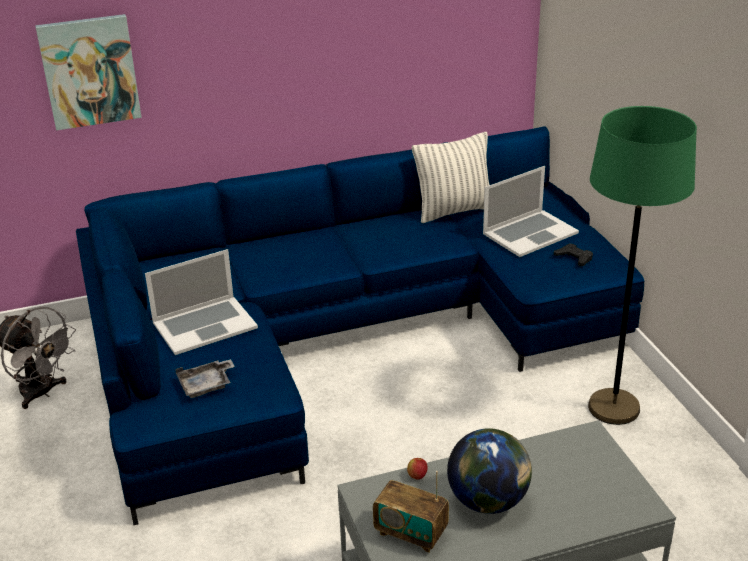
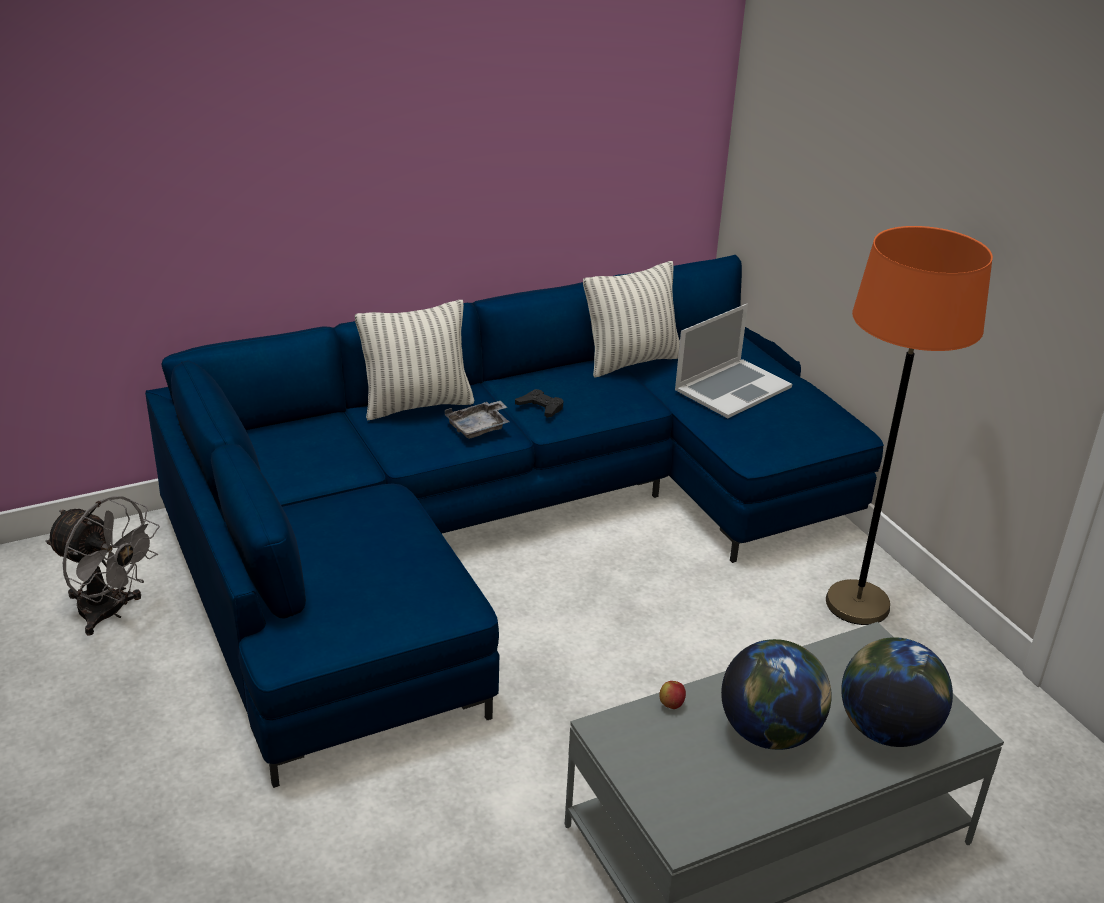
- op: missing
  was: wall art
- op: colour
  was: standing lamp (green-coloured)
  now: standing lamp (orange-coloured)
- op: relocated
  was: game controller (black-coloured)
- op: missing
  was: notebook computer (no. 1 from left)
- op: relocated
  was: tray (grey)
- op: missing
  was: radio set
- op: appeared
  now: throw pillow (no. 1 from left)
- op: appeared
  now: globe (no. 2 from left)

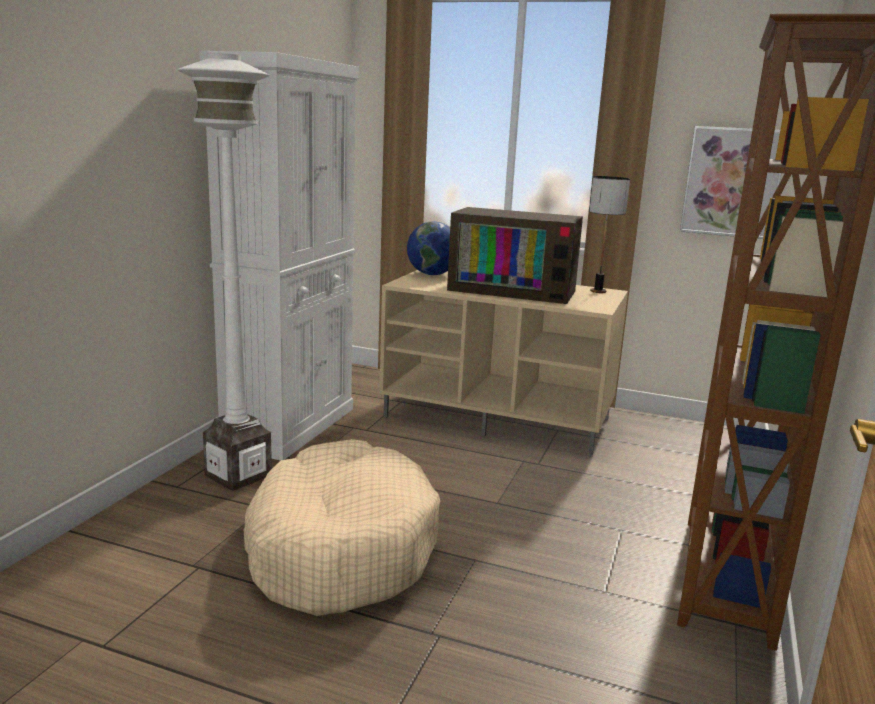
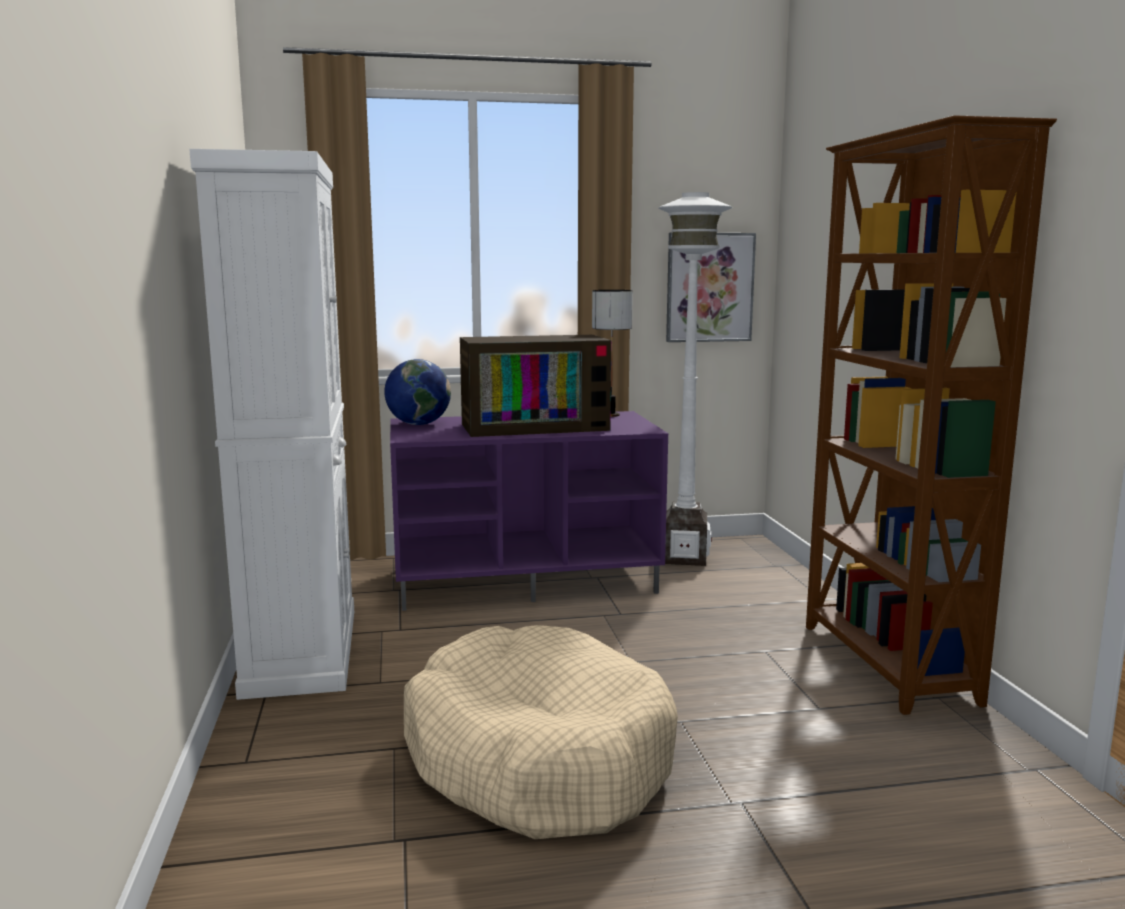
- op: relocated
  was: standing lamp (white-coloured)
- op: colour
  was: media console (beige-coloured)
  now: media console (purple)

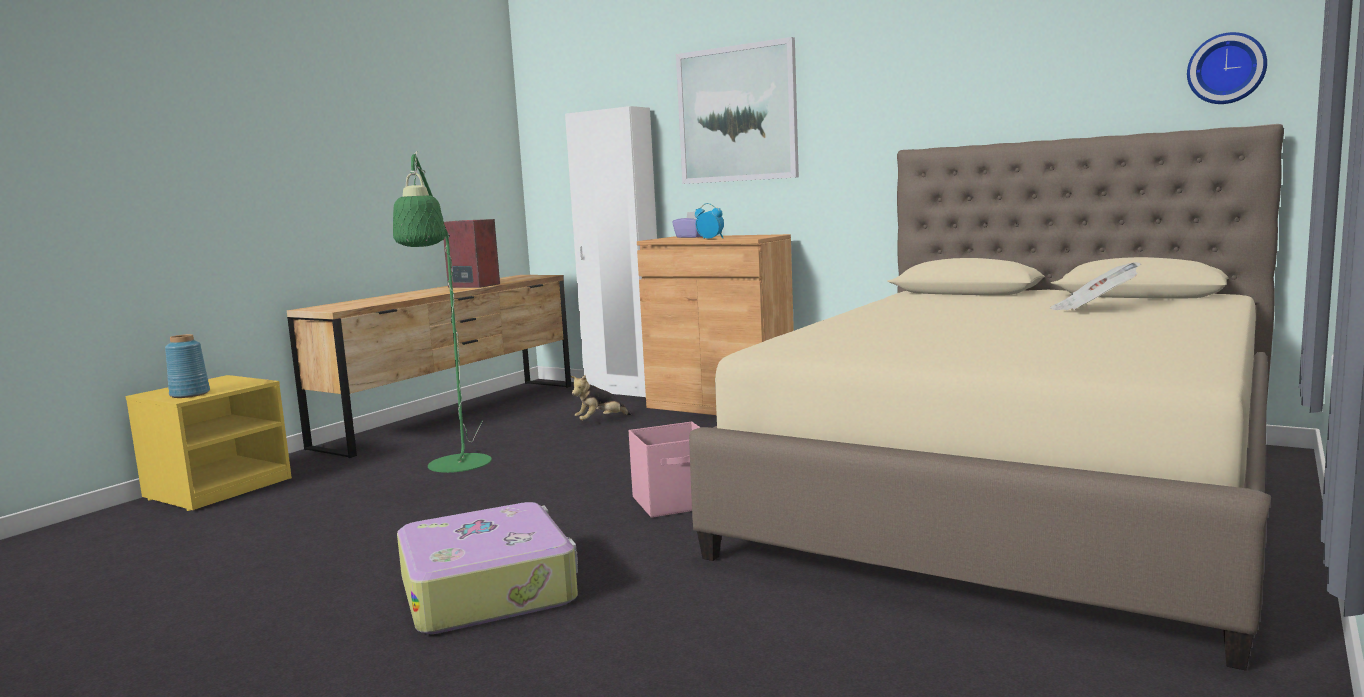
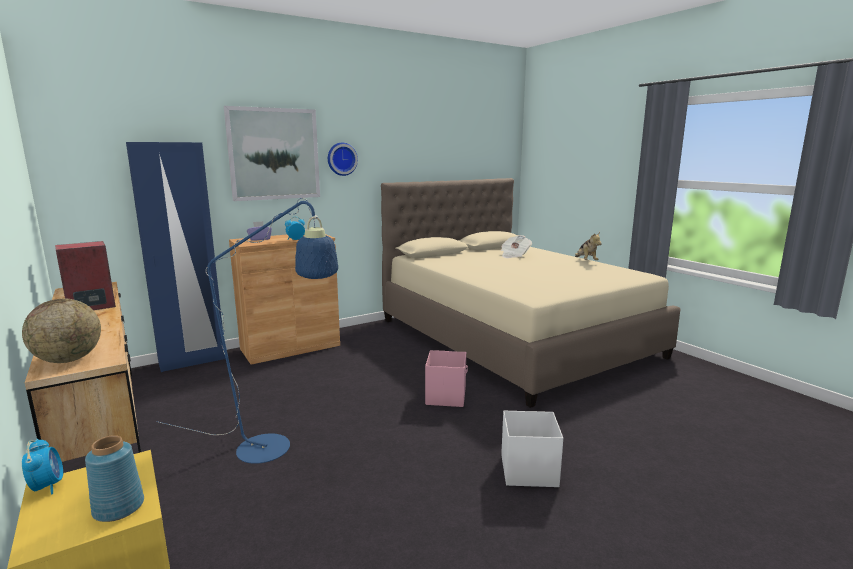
- op: relocated
  was: hanging clock
- op: colour
  was: wardrobe (white-coloured)
  now: wardrobe (blue-coloured)
- op: colour
  was: standing lamp (green-coloured)
  now: standing lamp (blue-coloured)
- op: relocated
  was: cuddly toy
- op: exchanged
  was: suitcase
  now: storage box (white-coloured)
- op: appeared
  now: globe
- op: appeared
  now: alarm clock (no. 1 from left)

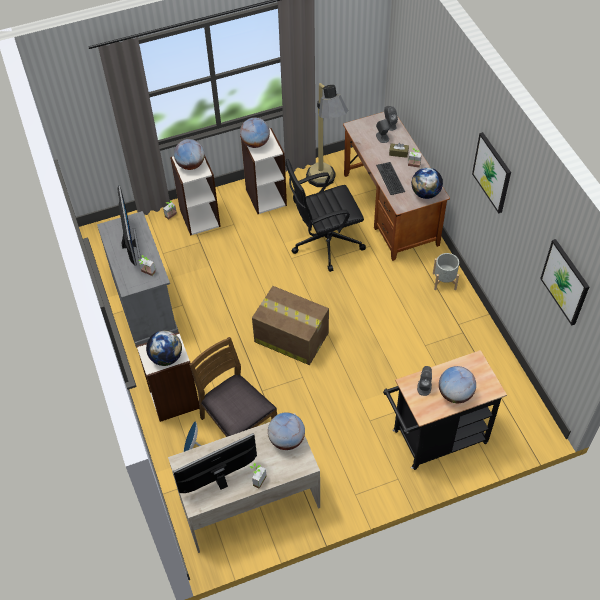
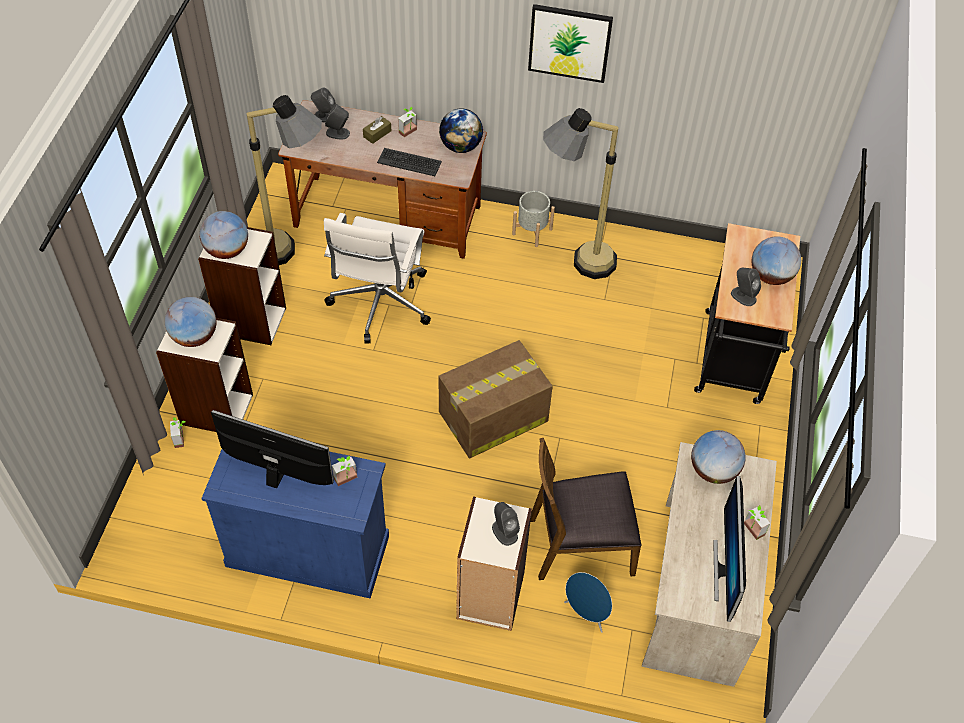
- op: colour
  was: computer chair (black-coloured)
  now: computer chair (white-coloured)
- op: colour
  was: cupboard (grey)
  now: cupboard (blue-coloured)
- op: missing
  was: wall art (no. 2 from left)
- op: exchanged
  was: globe (no. 1 from left)
  now: audio speaker (grey) (no. 3 from left)
- op: appeared
  now: standing lamp (no. 2 from left)

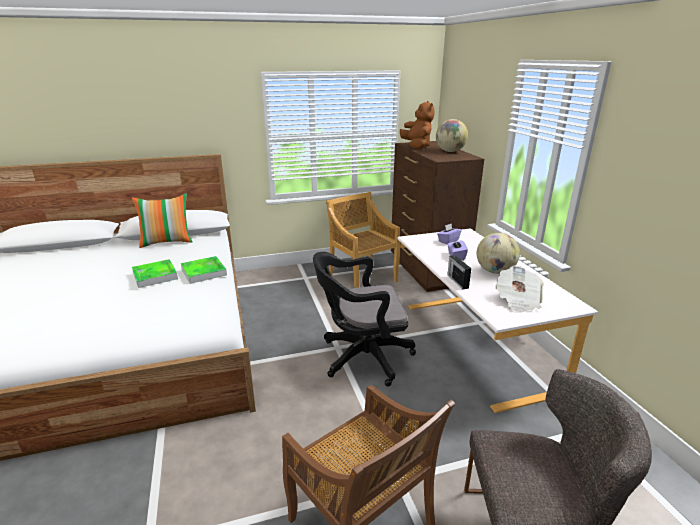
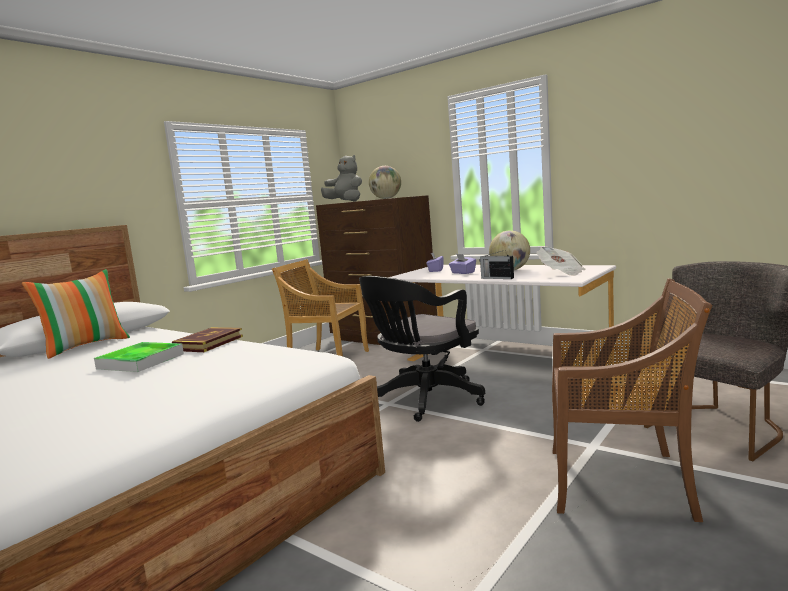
- op: colour
  was: cuddly toy (brownish)
  now: cuddly toy (grey)
- op: exchanged
  was: tray (no. 2 from left)
  now: volume

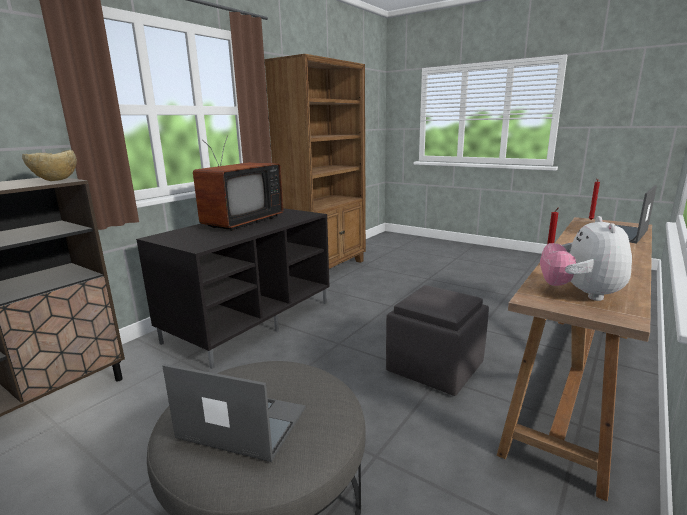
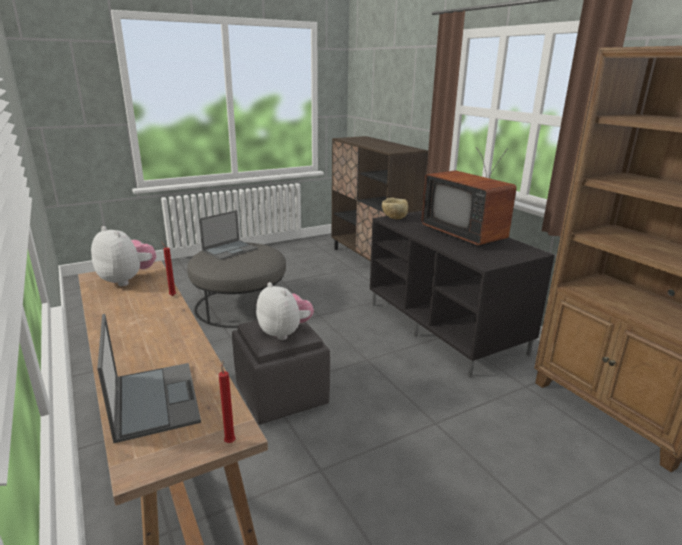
- op: relocated
  was: serving bowl (beige-coloured)
- op: appeared
  now: cuddly toy (no. 2 from left)

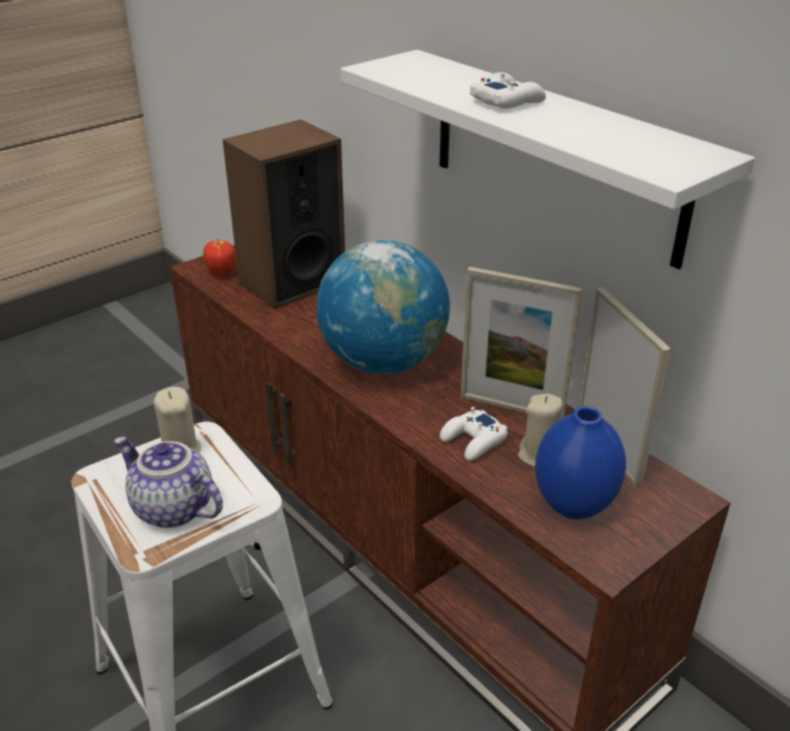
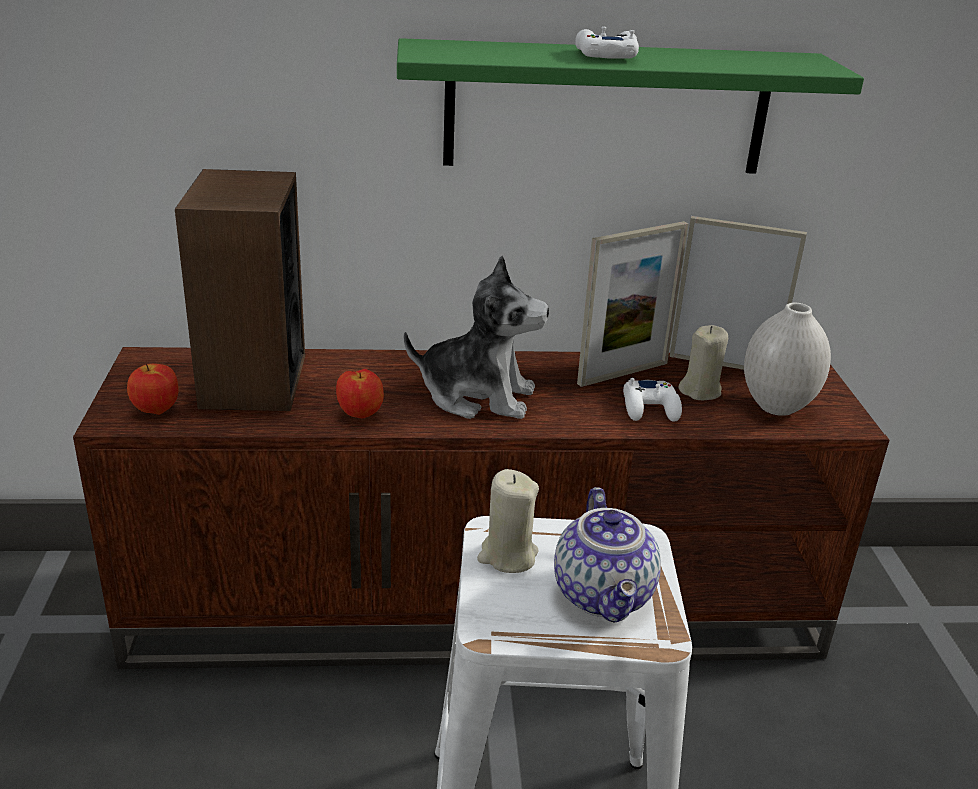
- op: colour
  was: bracket shelf (white-coloured)
  now: bracket shelf (green-coloured)
- op: exchanged
  was: globe
  now: cuddly toy
- op: colour
  was: decorative vase (blue-coloured)
  now: decorative vase (white-coloured)
- op: spun
  was: pot for tea
  clockwise: -75
- op: appeared
  now: whole apple (no. 2 from left)

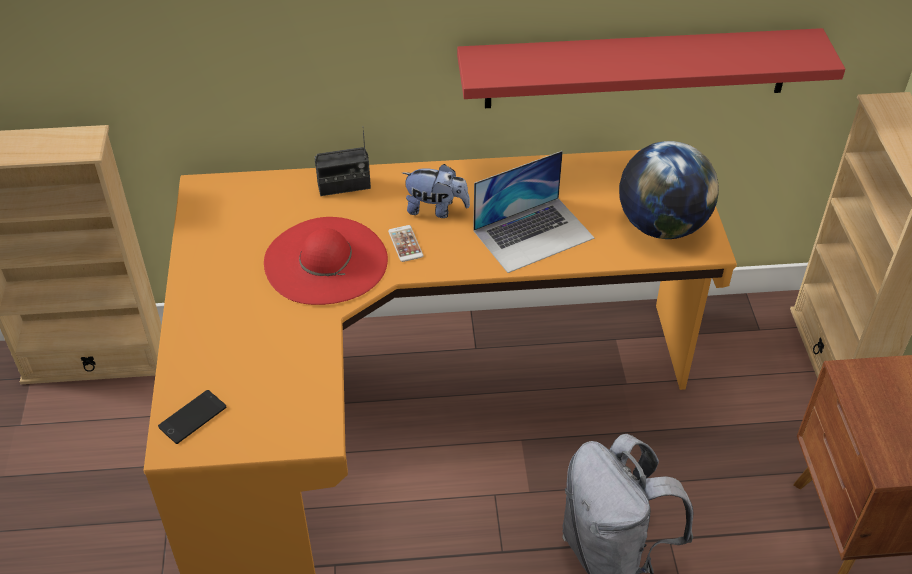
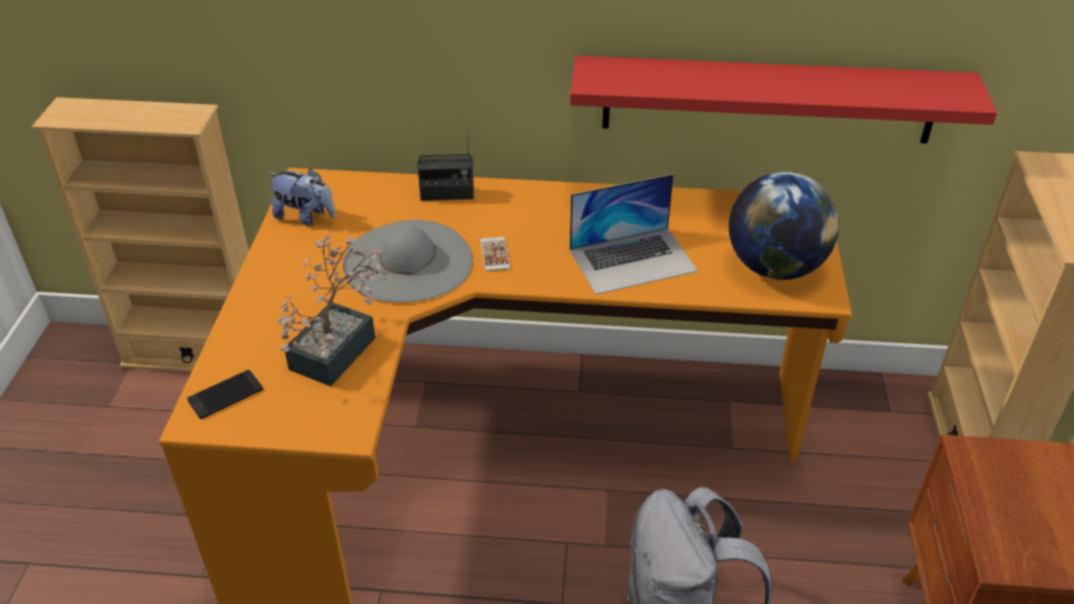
- op: relocated
  was: cuddly toy
- op: colour
  was: wearable hat (red)
  now: wearable hat (grey)
- op: appeared
  now: potted plant

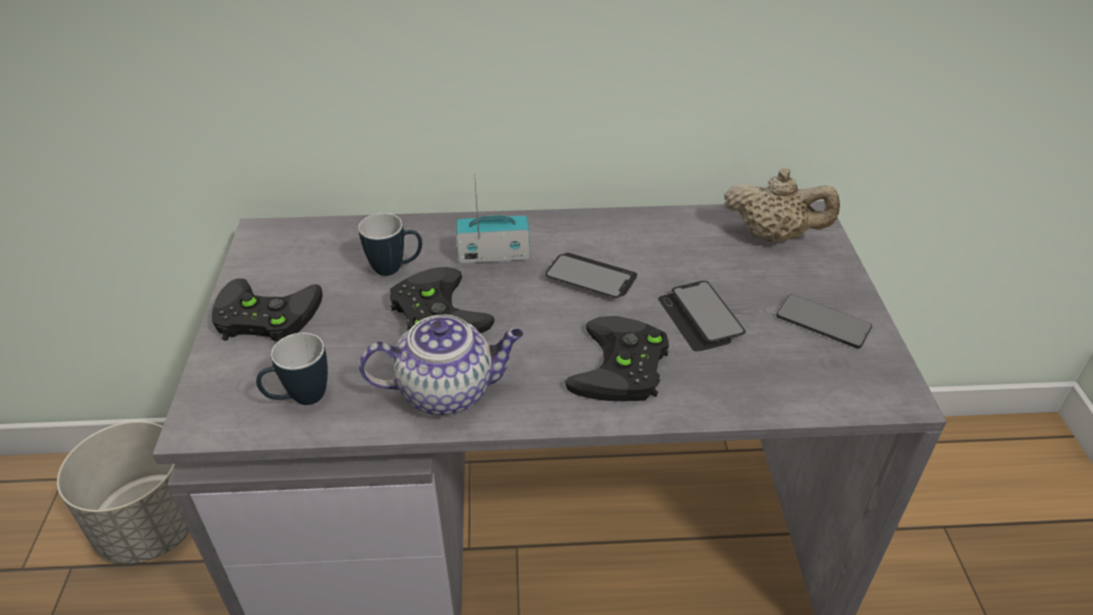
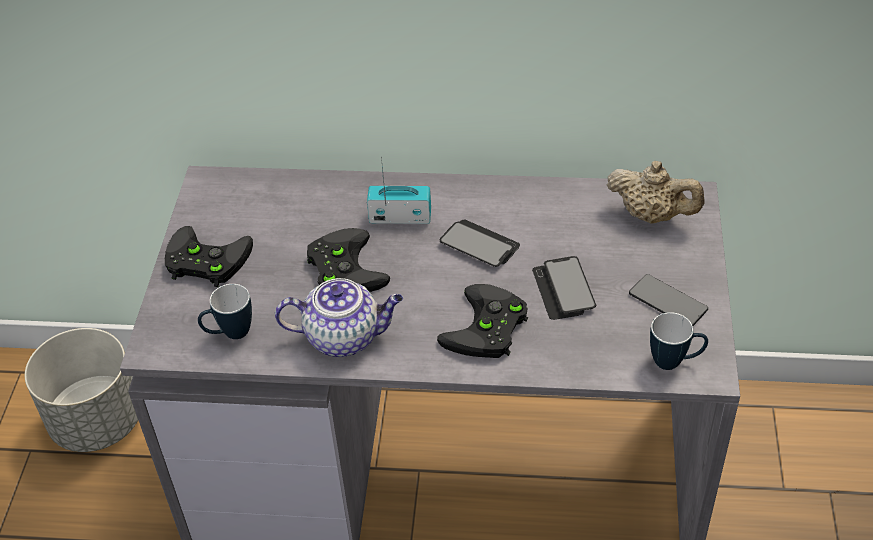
- op: relocated
  was: tea mug (no. 2 from left)

